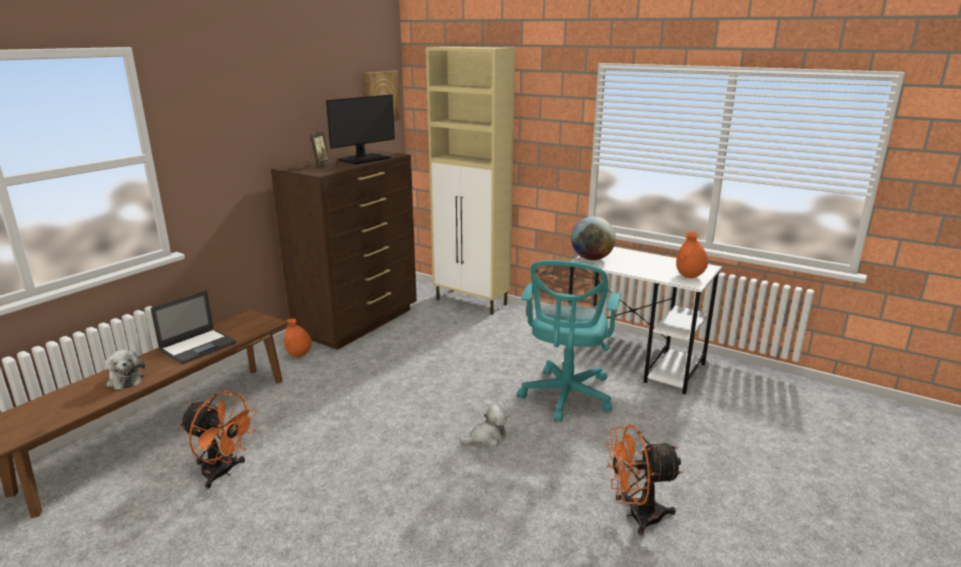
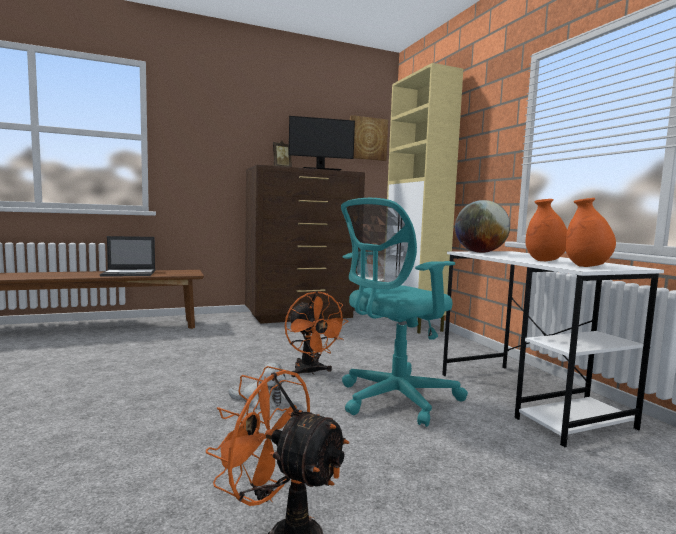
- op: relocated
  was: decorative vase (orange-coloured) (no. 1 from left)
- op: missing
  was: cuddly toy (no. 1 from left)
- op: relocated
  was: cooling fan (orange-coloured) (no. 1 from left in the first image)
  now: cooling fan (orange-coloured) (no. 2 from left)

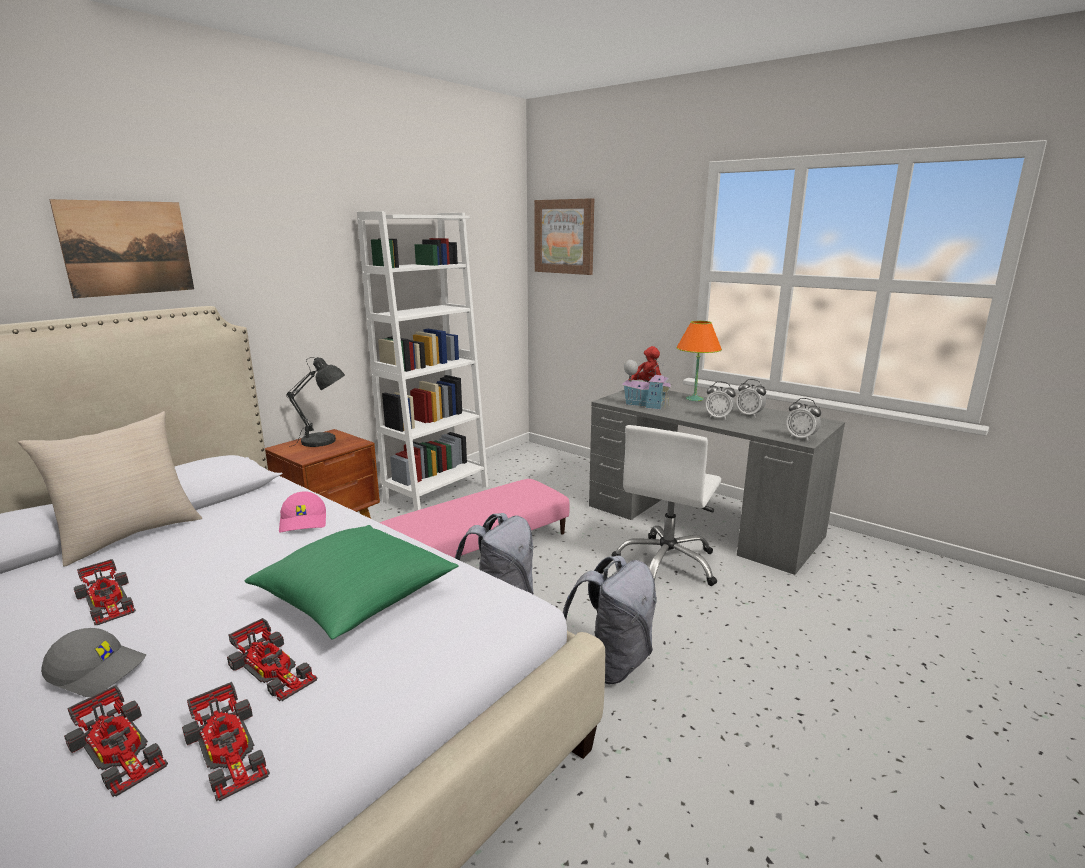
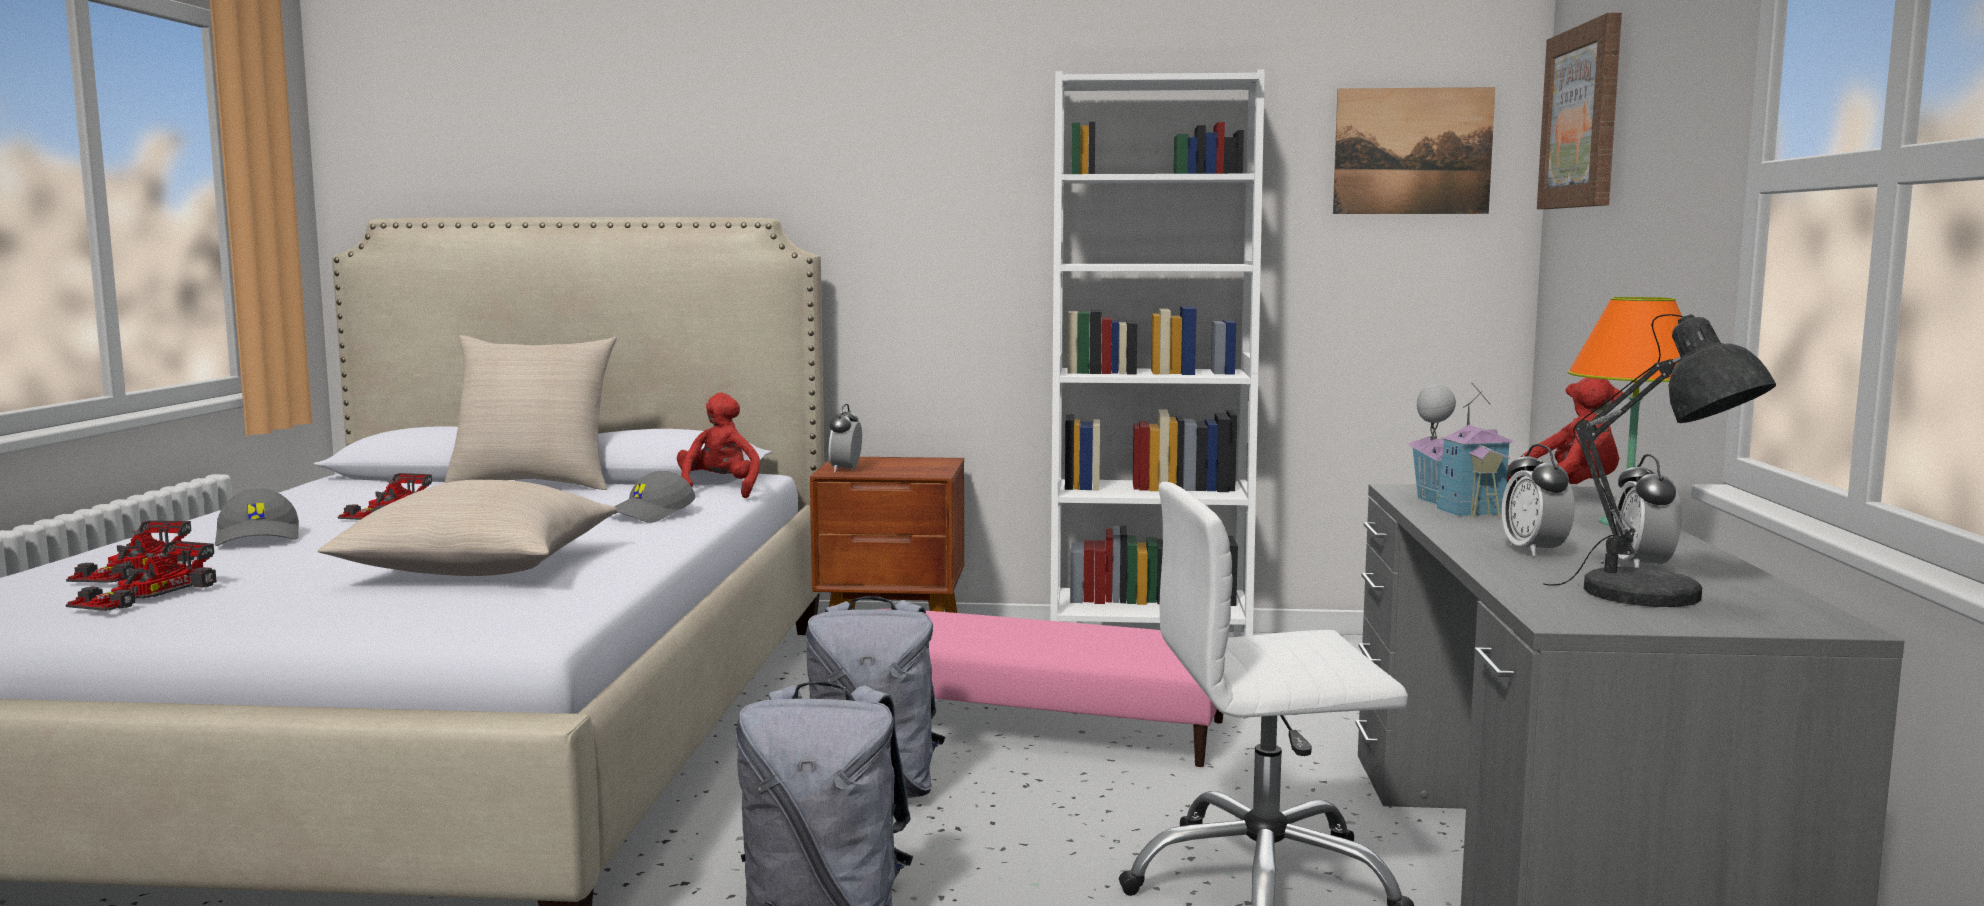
- op: relocated
  was: wall art (no. 1 from left)
- op: relocated
  was: table lamp (grey)
- op: relocated
  was: alarm clock (no. 3 from left in the first image)
  now: alarm clock (no. 1 from left)
- op: colour
  was: peaked cap (pinkish)
  now: peaked cap (grey) (no. 2 from left)
- op: colour
  was: throw pillow (green-coloured)
  now: throw pillow (beige-coloured) (no. 1 from left)
- op: missing
  was: miniature car (no. 4 from left)
- op: appeared
  now: cuddly toy (red) (no. 1 from left)

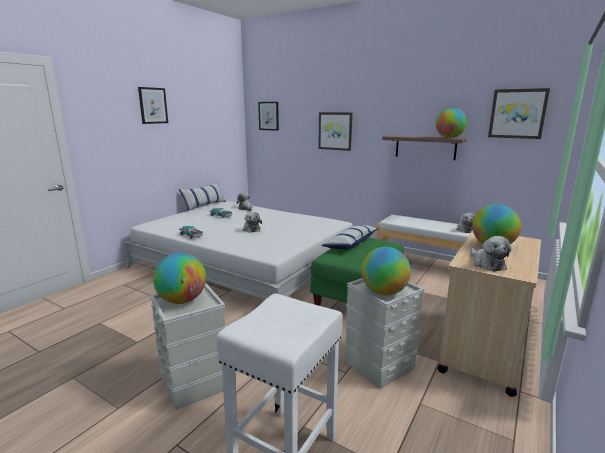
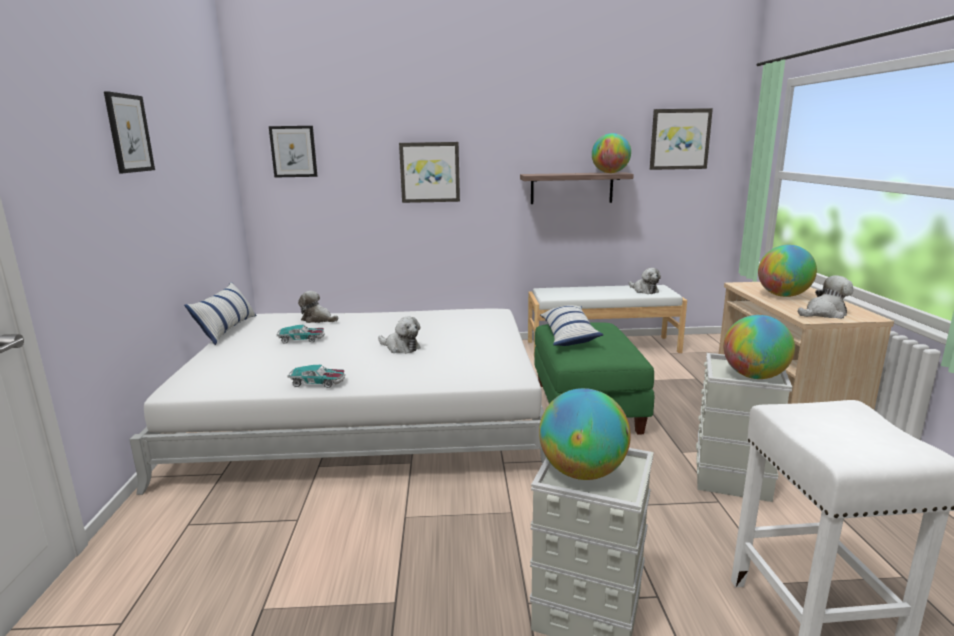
- op: spun
  was: cuddly toy (no. 4 from left)
  clockwise: -60

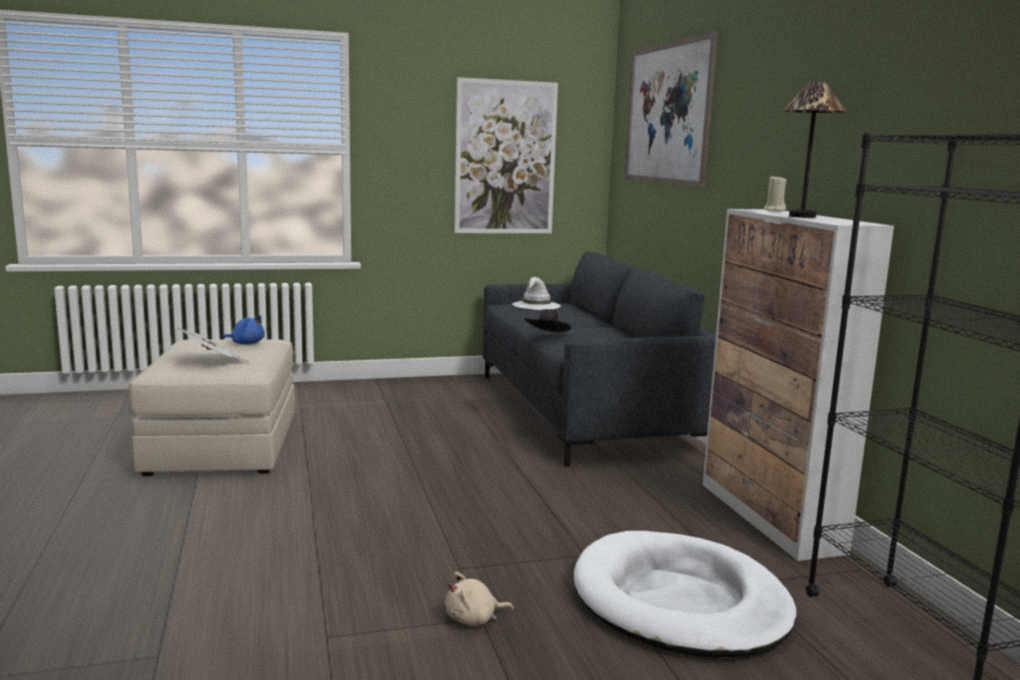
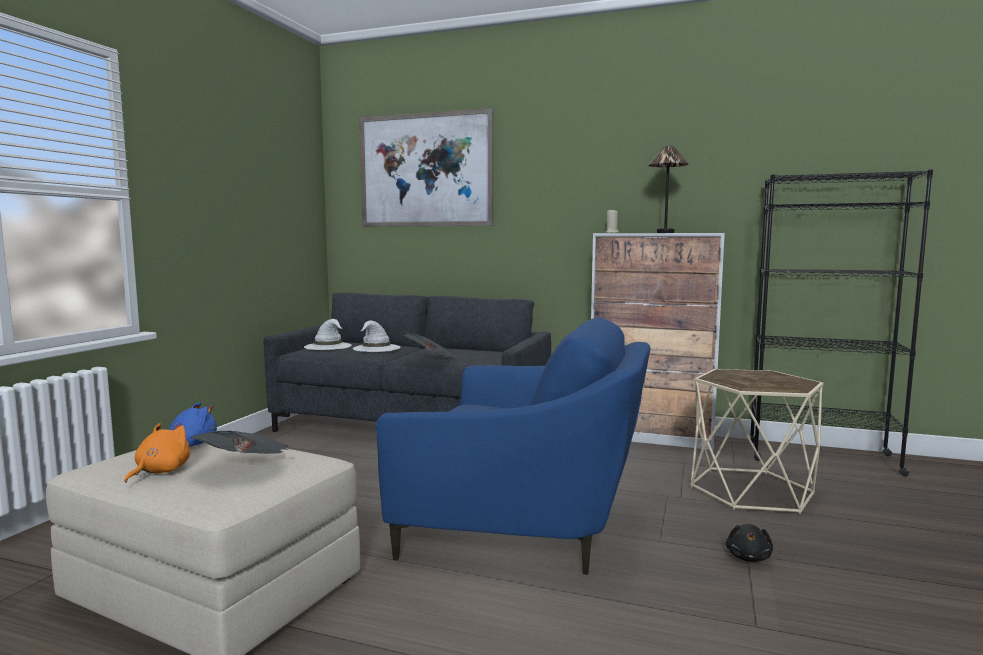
- op: missing
  was: wall art (no. 1 from left)
- op: exchanged
  was: wearable hat (black-coloured)
  now: printed paper (no. 2 from left)
- op: exchanged
  was: dog bed (white-coloured)
  now: side table (beige-coloured)
- op: colour
  was: cuddly toy (beige-coloured)
  now: cuddly toy (black-coloured)
- op: appeared
  now: armchair (blue-coloured)
- op: appeared
  now: wearable hat (white-coloured) (no. 2 from left)
- op: appeared
  now: cuddly toy (orange-coloured)

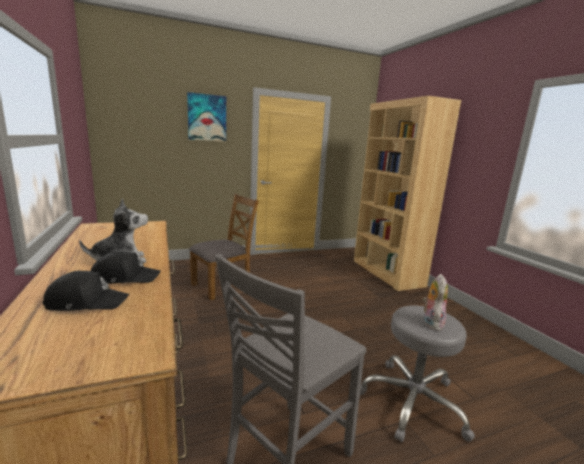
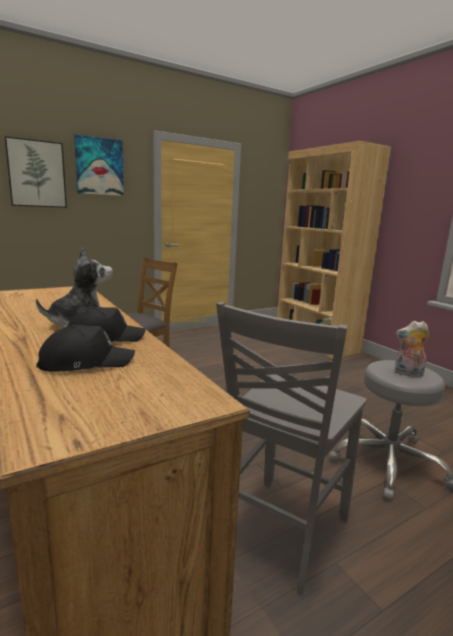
- op: spun
  was: cuddly toy (no. 2 from left)
  clockwise: -90
- op: appeared
  now: wall art (no. 1 from left)

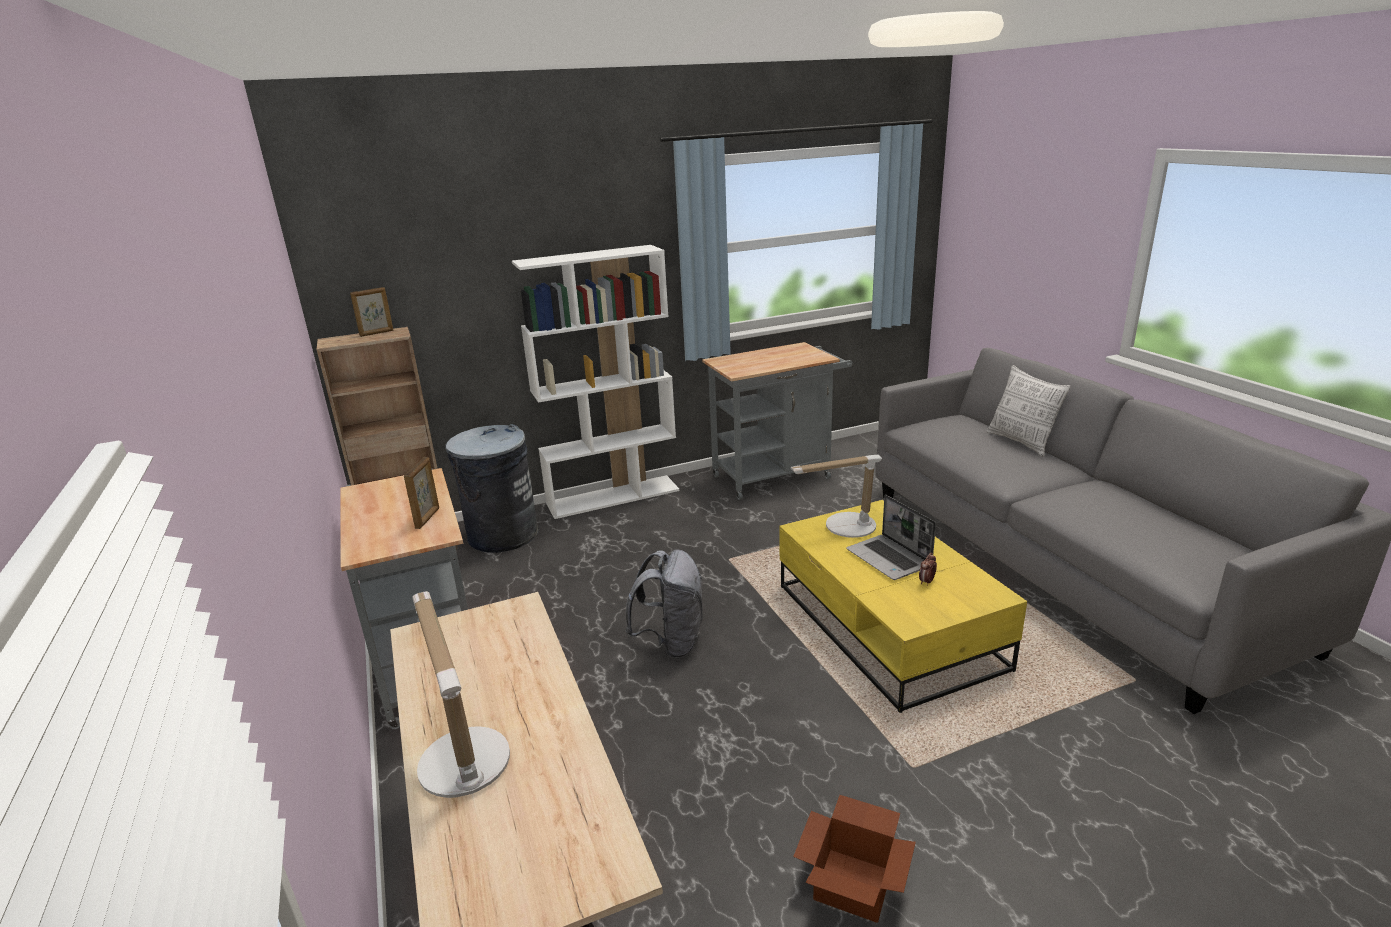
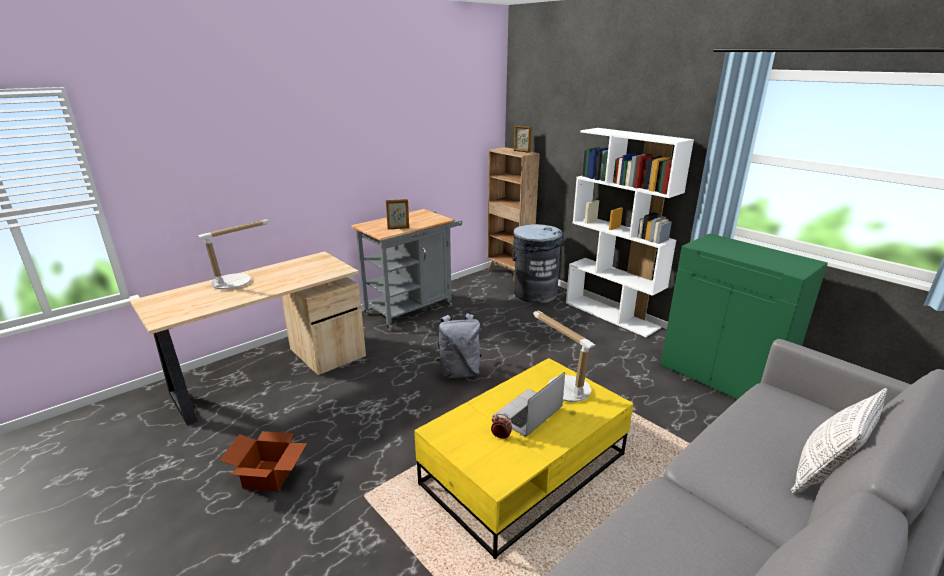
- op: exchanged
  was: trolley (grey) (no. 2 from left)
  now: cupboard (green-coloured)

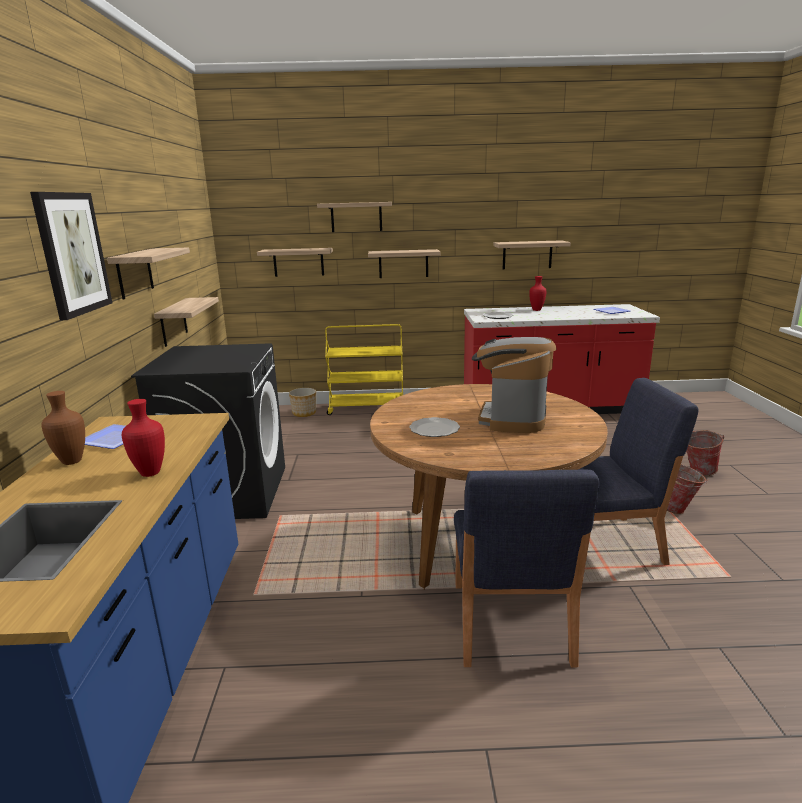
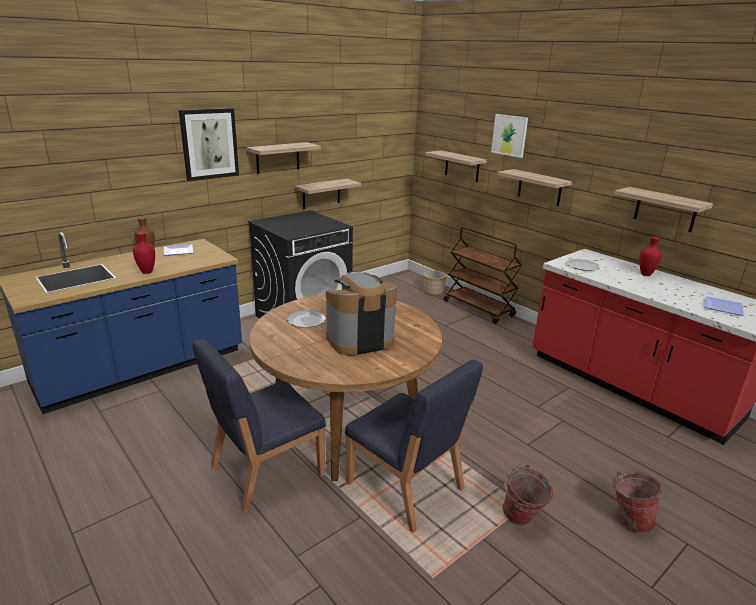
- op: exchanged
  was: bracket shelf (no. 4 from left)
  now: wall art (no. 2 from left)
- op: colour
  was: trolley (yellow-coloured)
  now: trolley (brownish)

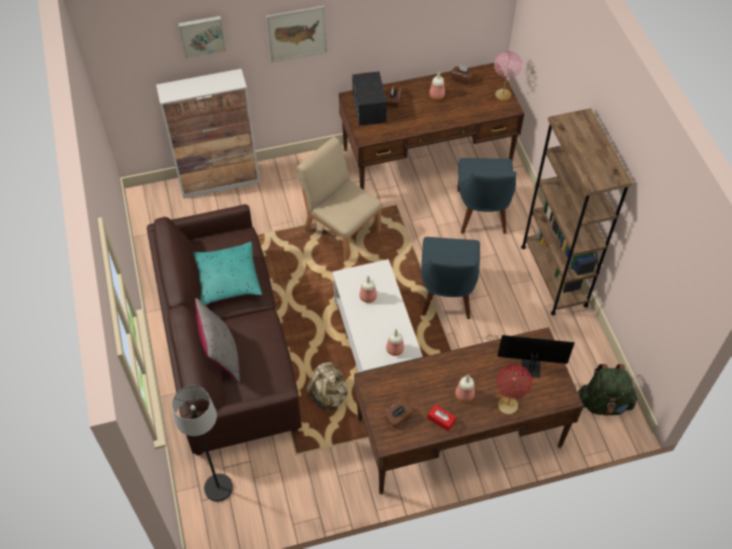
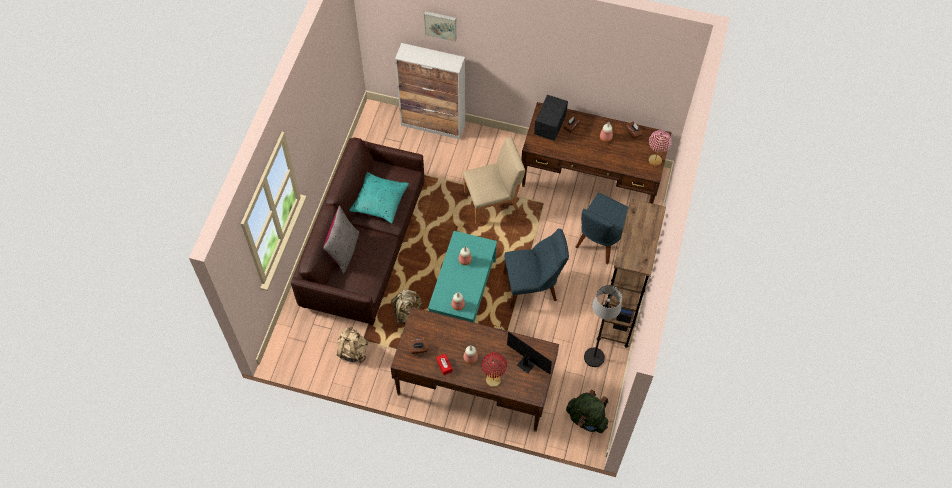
- op: missing
  was: wall art (no. 2 from left)
- op: spun
  was: plain chair (beige-coloured)
  clockwise: 90
- op: spun
  was: plain chair (blue-coloured) (no. 1 from left)
  clockwise: -135
- op: colour
  was: coffee table (white-coloured)
  now: coffee table (turquoise-coloured)
- op: relocated
  was: standing lamp (black-coloured)
- op: appeared
  now: knapsack (beige-coloured) (no. 1 from left)

